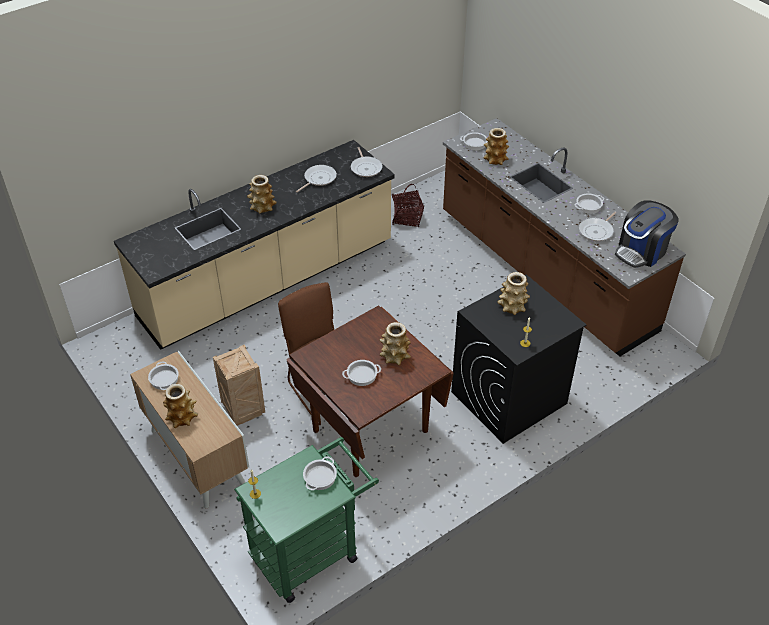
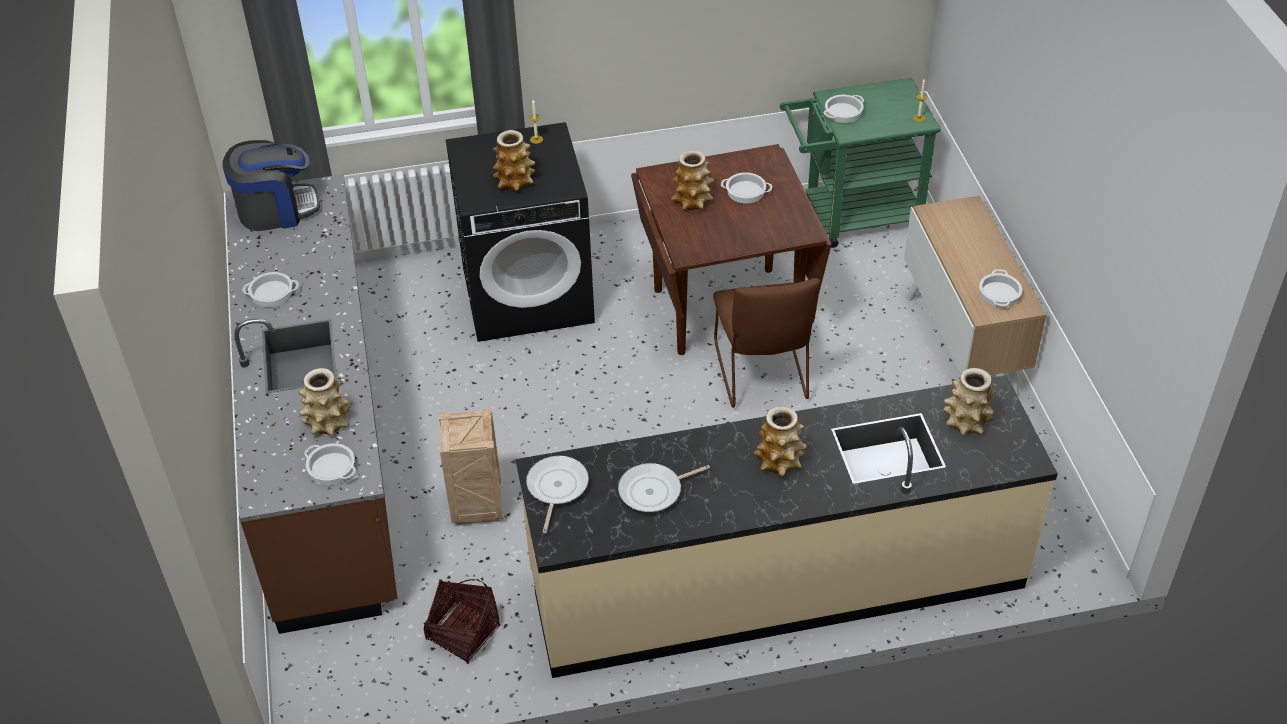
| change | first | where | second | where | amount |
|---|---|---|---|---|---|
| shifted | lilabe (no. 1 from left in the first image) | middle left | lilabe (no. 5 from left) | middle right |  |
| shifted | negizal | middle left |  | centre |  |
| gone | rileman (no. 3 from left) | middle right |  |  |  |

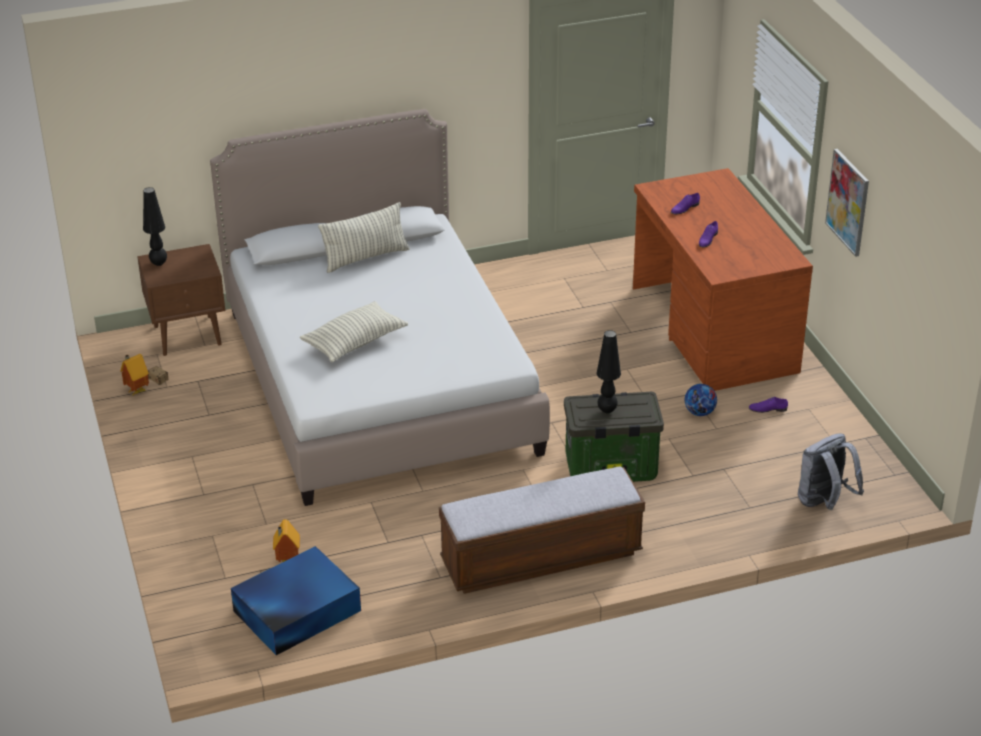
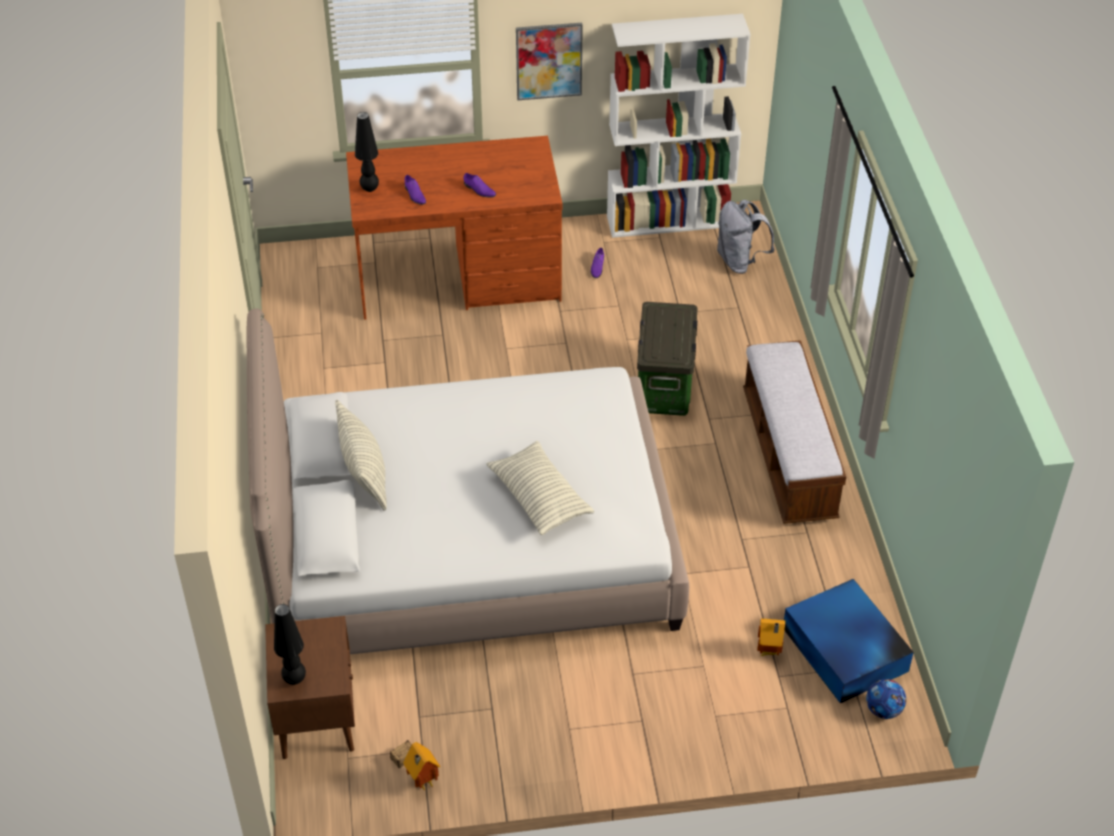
| change | first | where | second | where | amount |
|---|---|---|---|---|---|
| shifted | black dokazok (no. 2 from left) | centre |  | top left |  |
| shifted | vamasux | middle right |  | bottom right |  |
| new |  |  | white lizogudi | top centre |  |

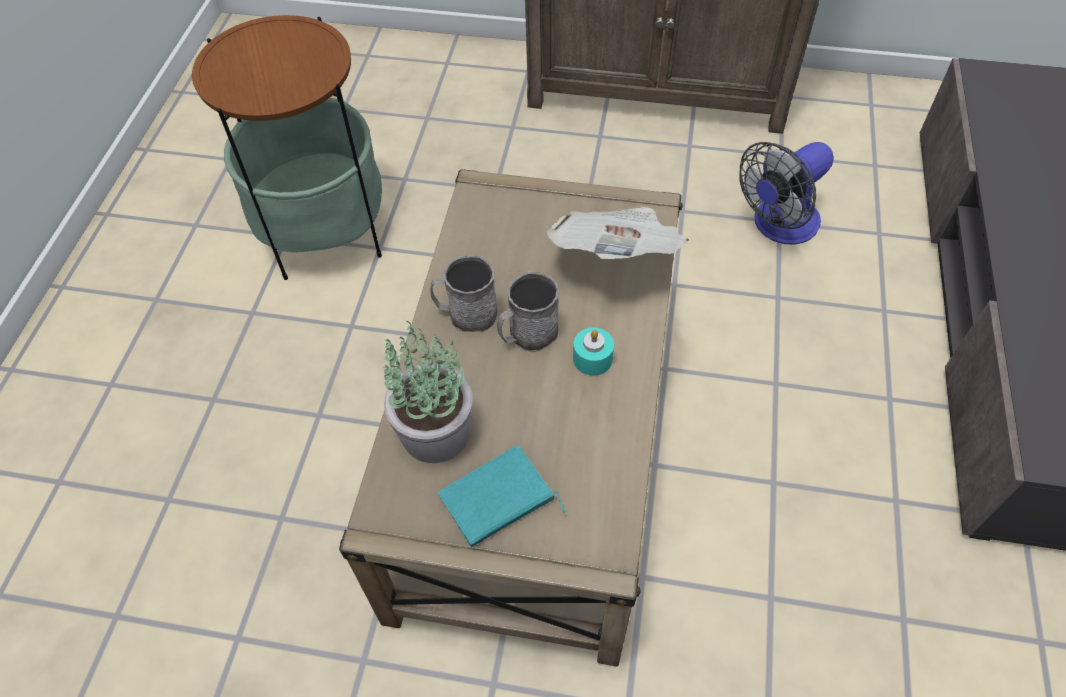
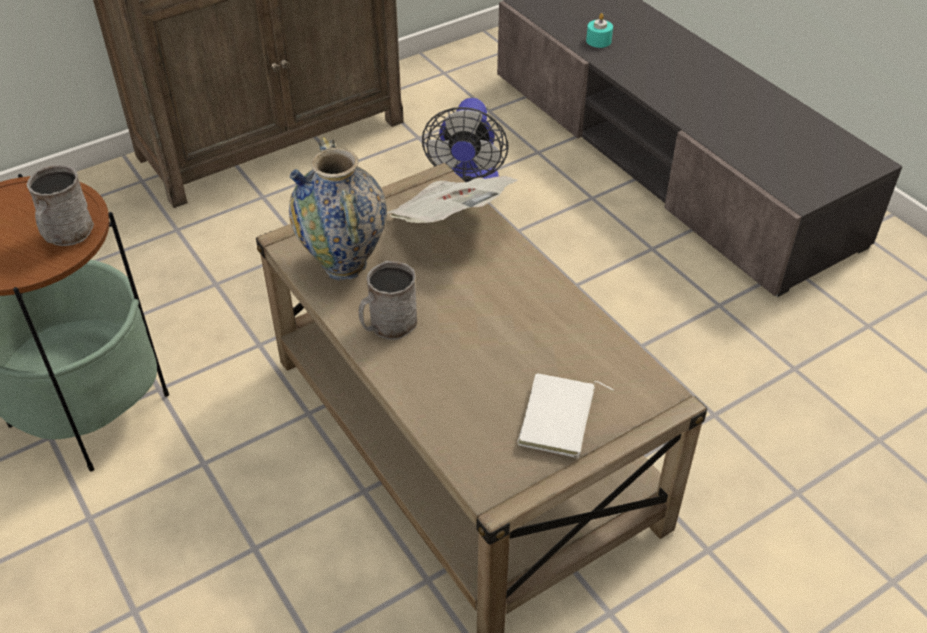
| change | first | where | second | where | amount |
|---|---|---|---|---|---|
| gone | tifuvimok | centre |  |  |  |
| repainted | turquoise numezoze | bottom centre | white numezoze | centre |  |
| shifted | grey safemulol (no. 2 from left in the first image) | centre | grey safemulol (no. 1 from left) | top left |  |
| shifted | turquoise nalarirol | centre |  | top centre |  |
| new |  |  | lilabe | top centre |  |

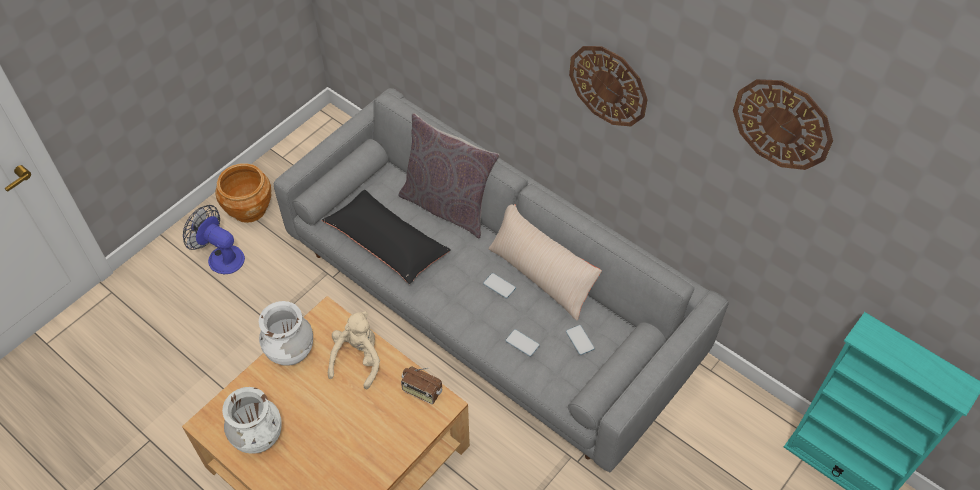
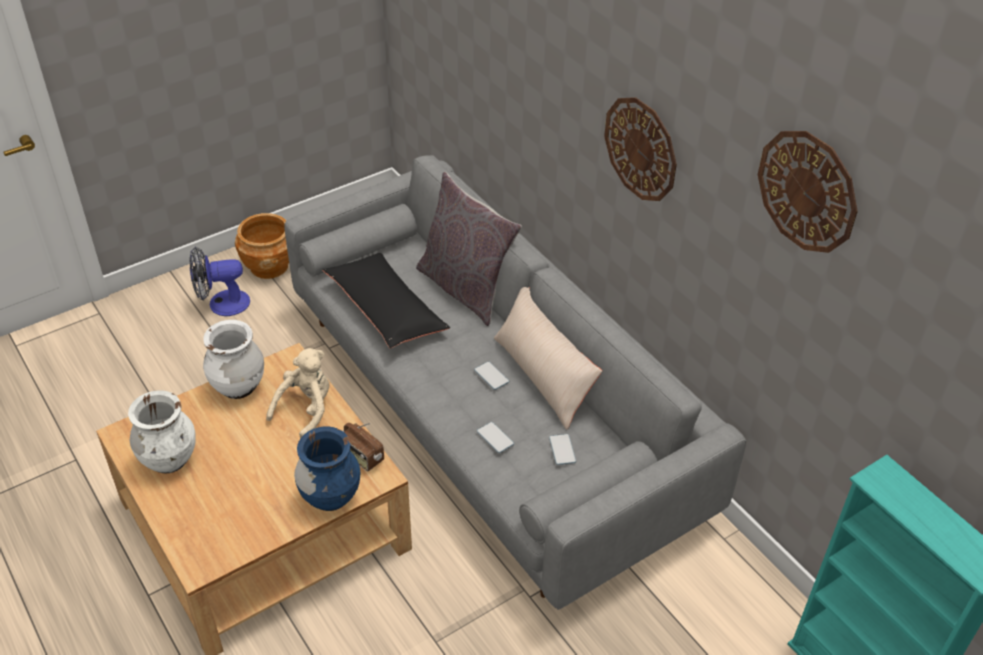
| change | first | where | second | where | amount |
|---|---|---|---|---|---|
| rotated | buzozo | middle left |  | middle left | 60 degrees counterclockwise |
| new |  |  | blue lilabe | bottom left |  |

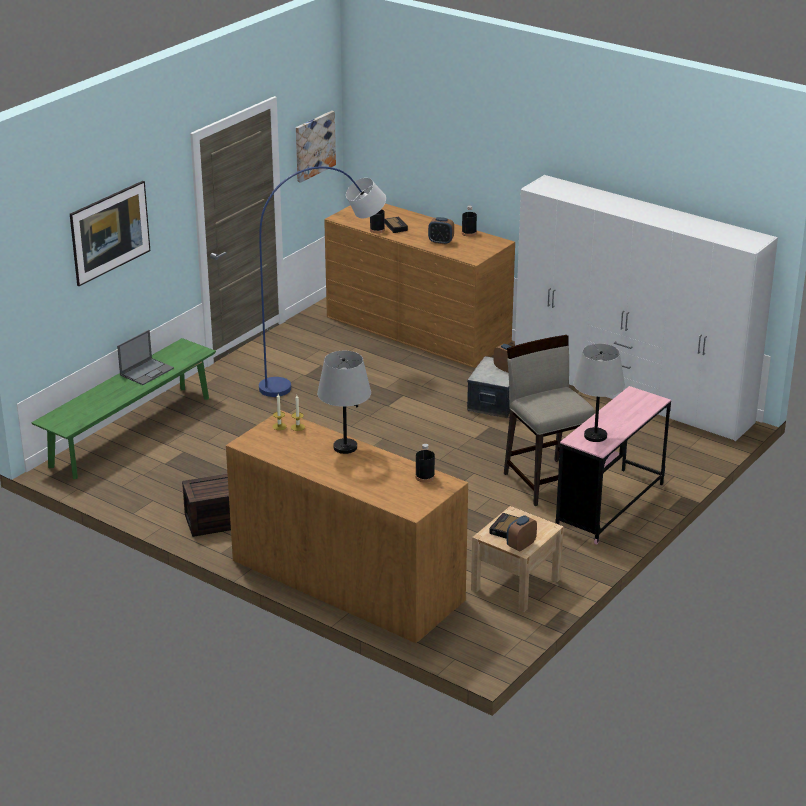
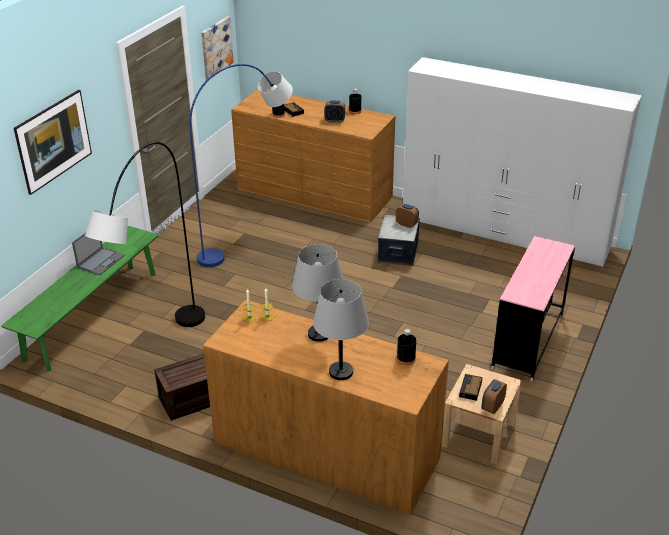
| change | first | where | second | where | amount |
|---|---|---|---|---|---|
| gone | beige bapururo | middle right |  |  |  |
| shifted | grey dokazok (no. 2 from left) | middle right |  | centre |  |
| new |  |  | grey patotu | middle left |  |

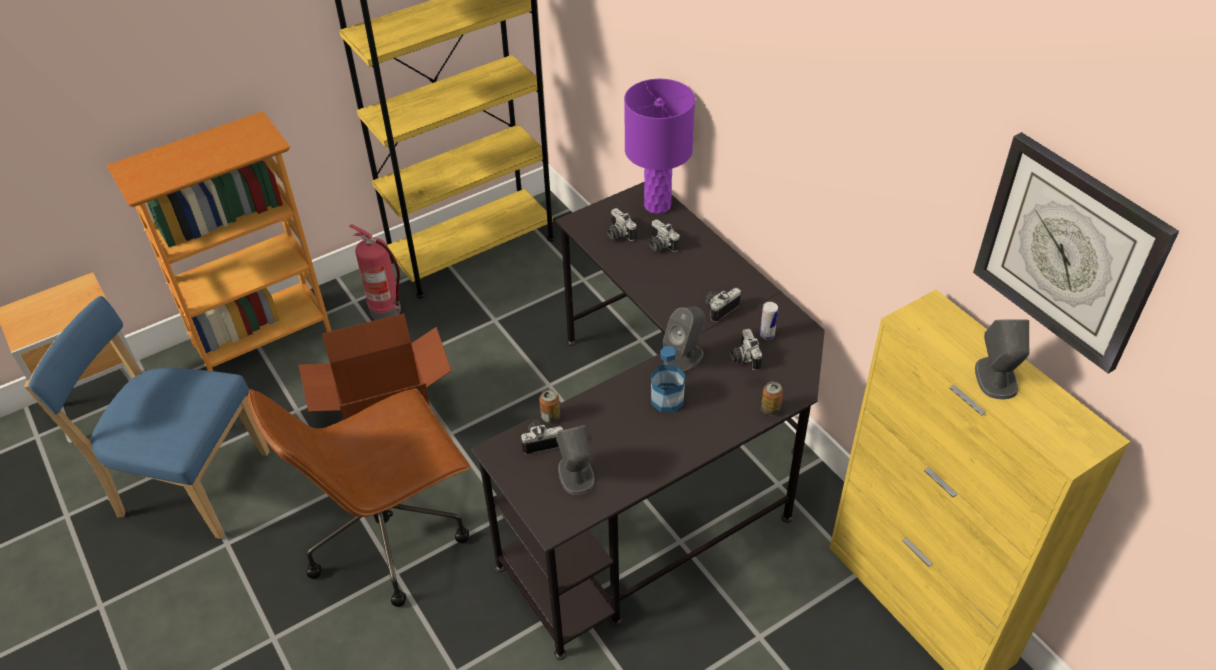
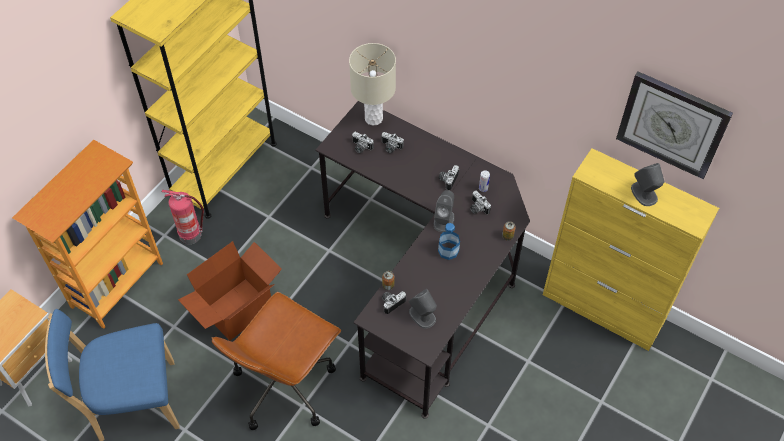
| change | first | where | second | where | amount |
|---|---|---|---|---|---|
| repainted | purple dokazok | top centre | beige dokazok | top centre |  |

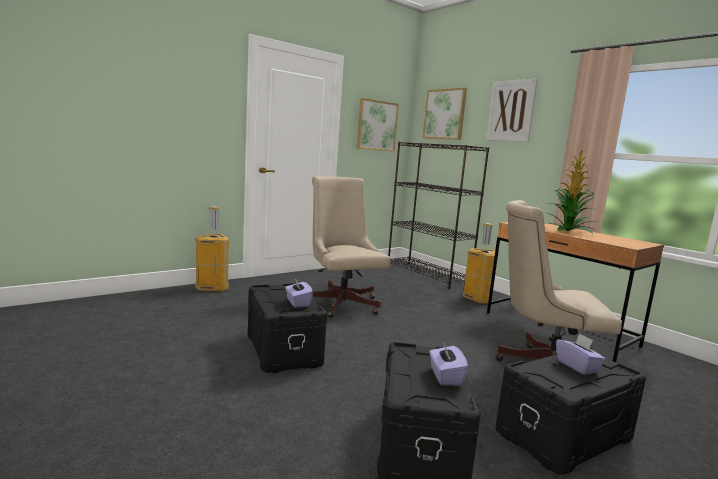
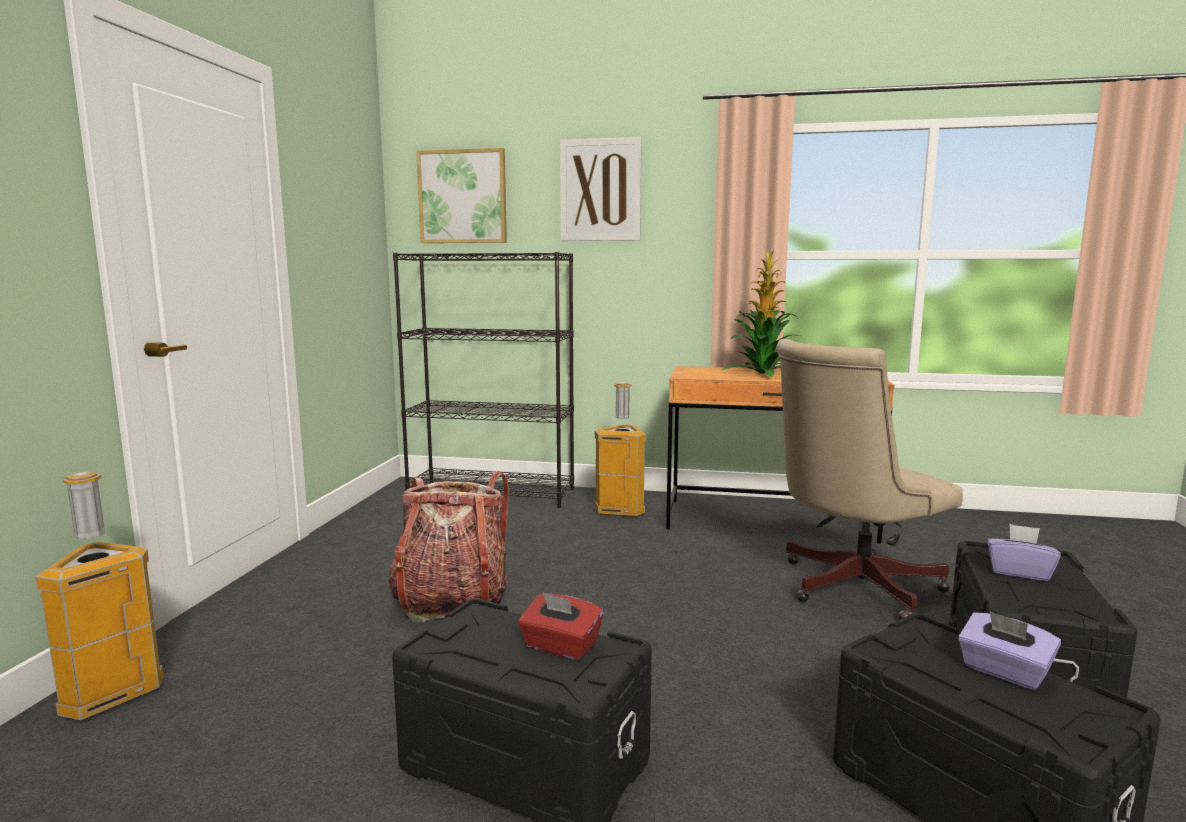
| change | first | where | second | where | amount |
|---|---|---|---|---|---|
| repainted | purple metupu (no. 1 from left) | centre | red metupu | bottom centre |  |
| swapped | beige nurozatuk (no. 1 from left) | centre | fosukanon | centre |  |
| gone | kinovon (no. 1 from left) | top centre |  |  |  |

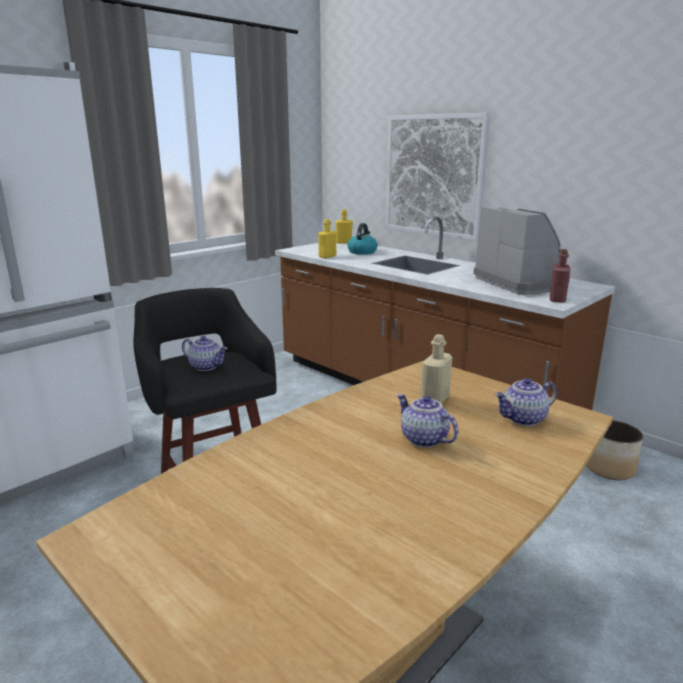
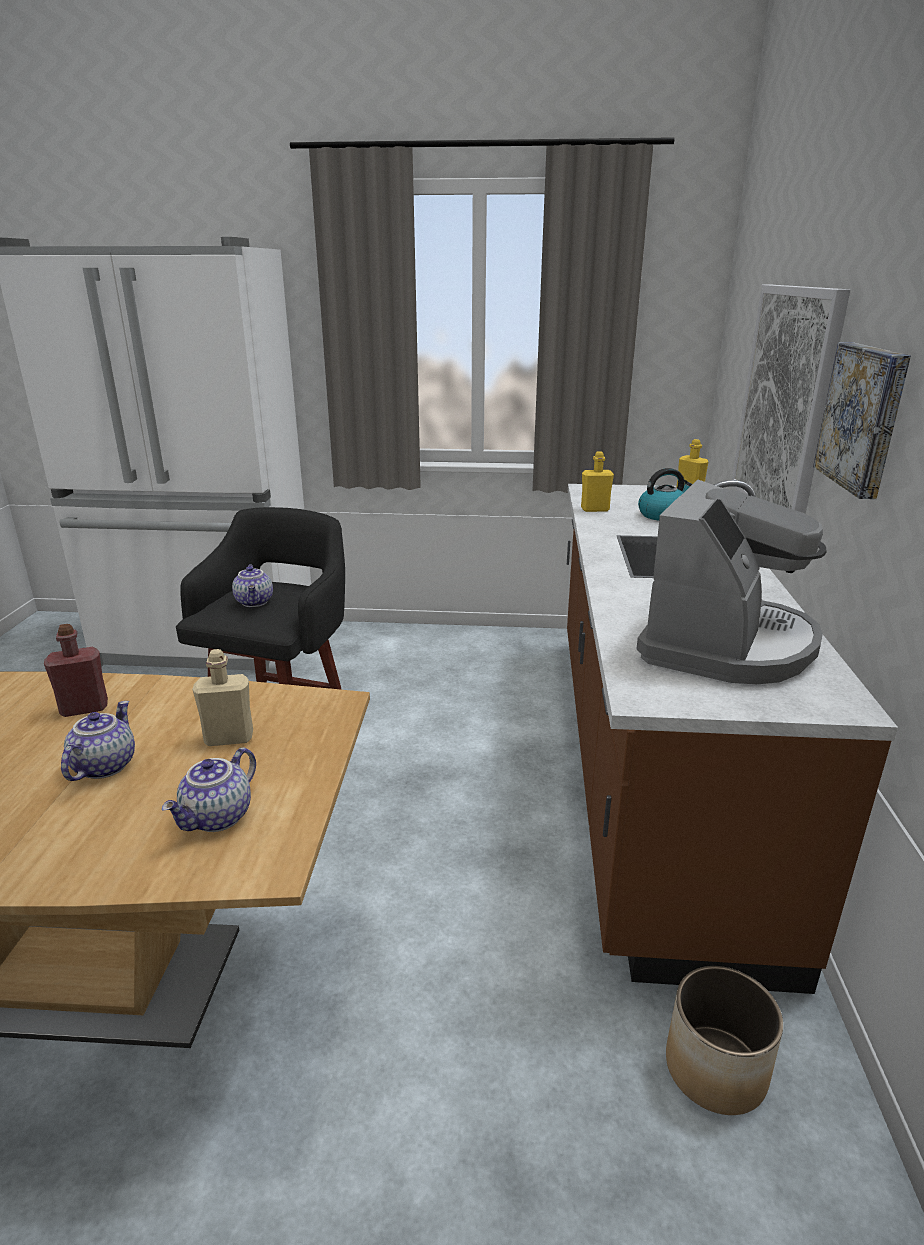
| change | first | where | second | where | amount |
|---|---|---|---|---|---|
| rotated | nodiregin (no. 3 from left in the first image) | middle right | nodiregin (no. 2 from left) | middle left | 90 degrees counterclockwise |
| shifted | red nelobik | middle right |  | middle left |  |
| new |  |  | kinovon (no. 2 from left) | middle right |  |

